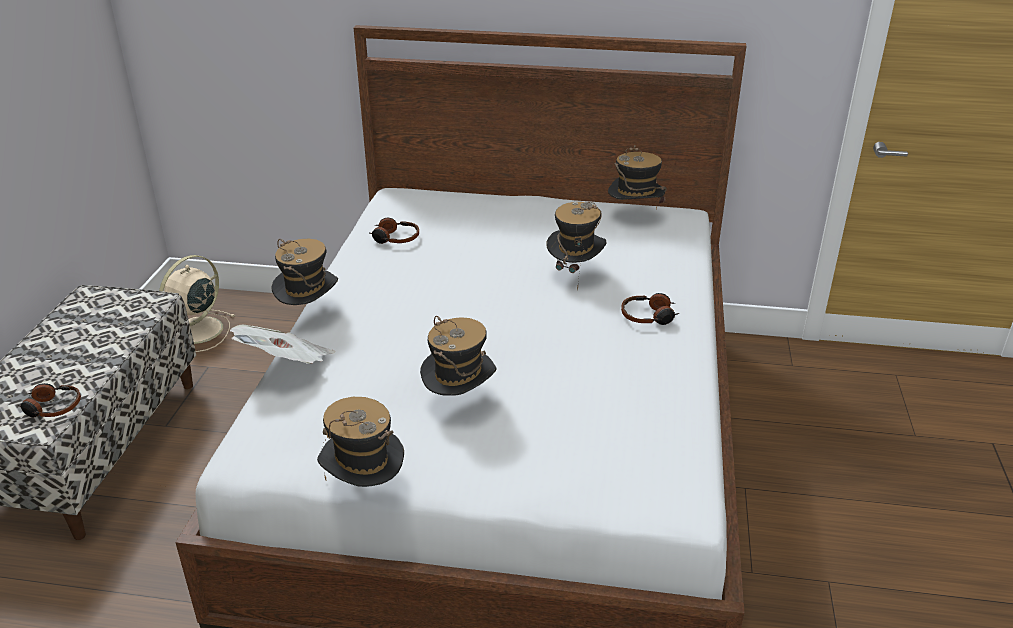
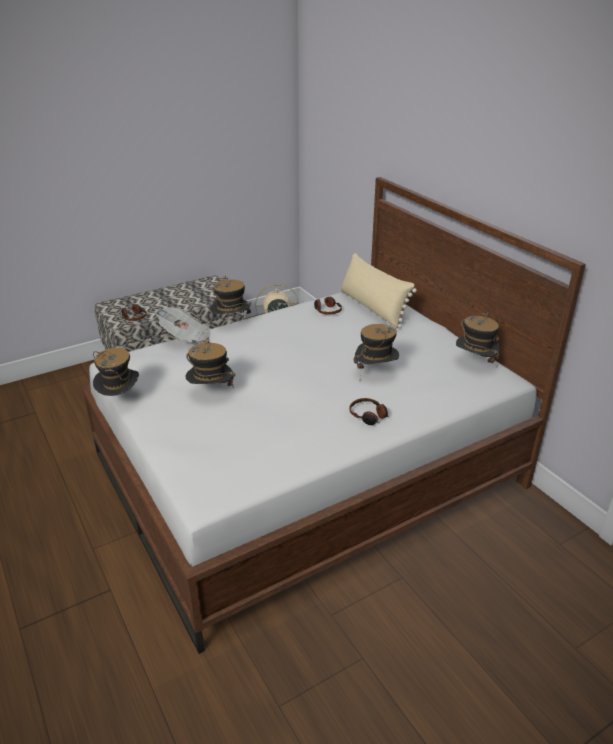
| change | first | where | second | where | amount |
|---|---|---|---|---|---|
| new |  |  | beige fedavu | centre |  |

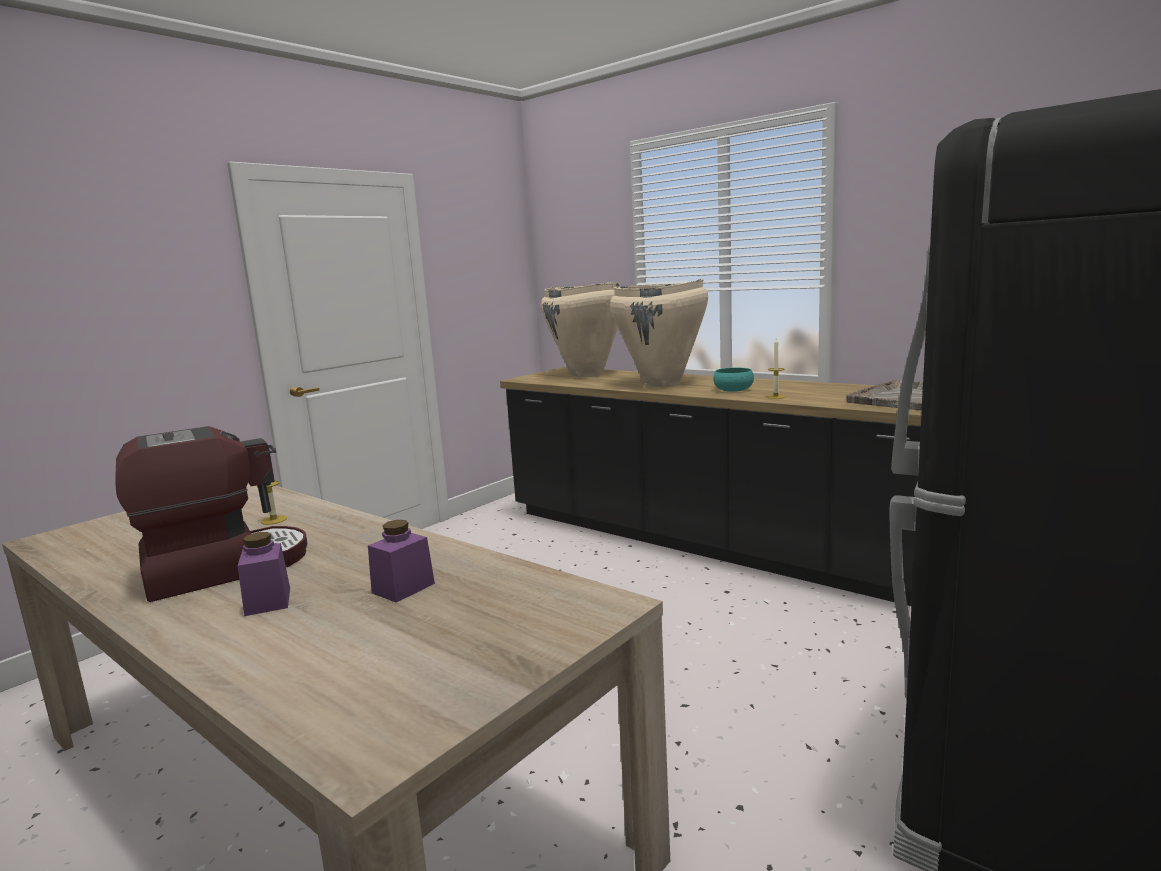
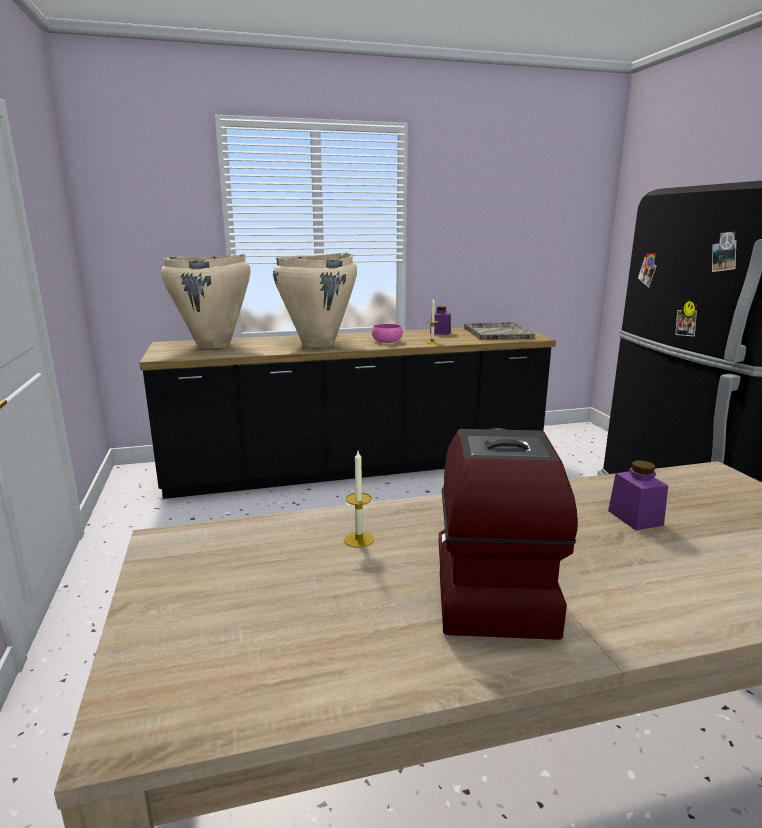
| change | first | where | second | where | amount |
|---|---|---|---|---|---|
| shifted | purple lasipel (no. 1 from left) | middle left |  | centre |  |
| repainted | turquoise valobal | centre | pink valobal | centre |  |

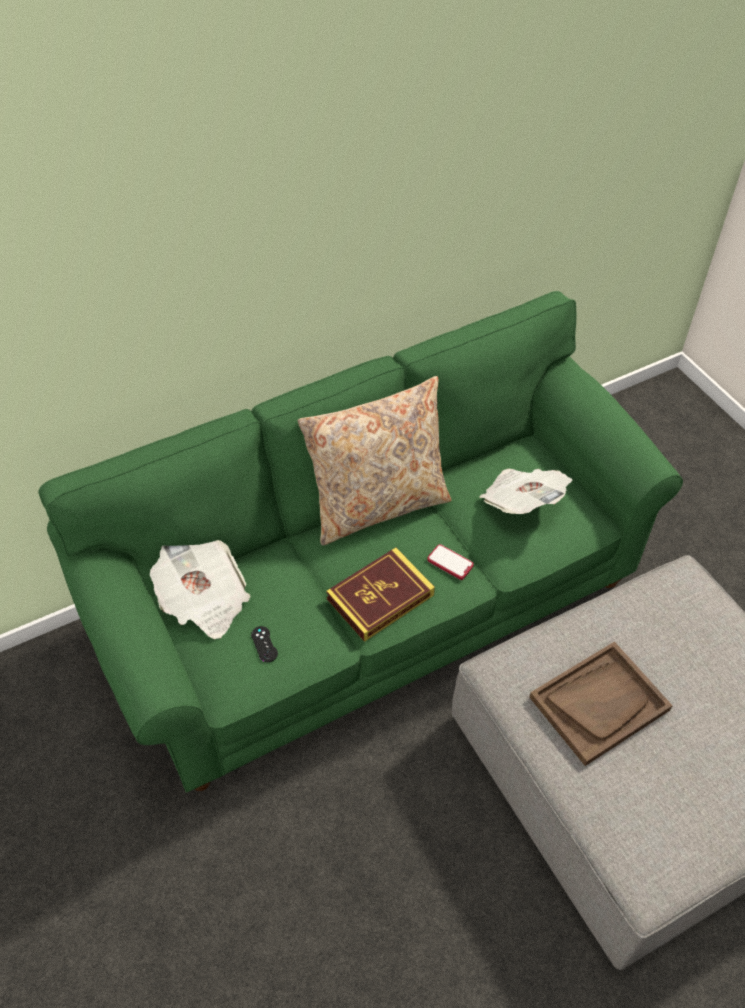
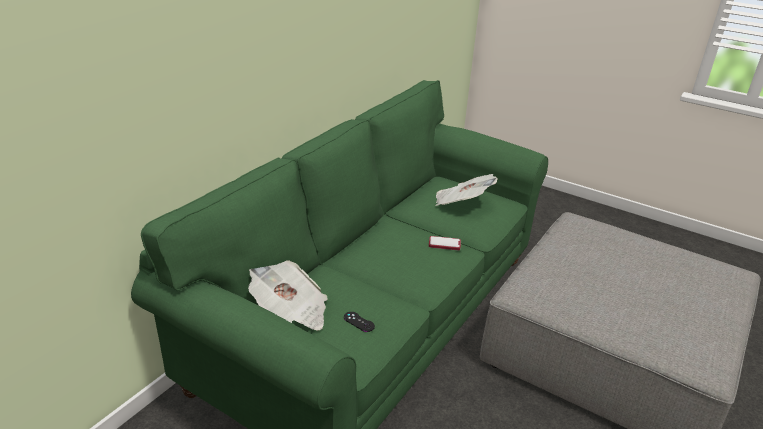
| change | first | where | second | where | amount |
|---|---|---|---|---|---|
| gone | beige fedavu | centre |  |  |  |
| gone | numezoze | centre |  |  |  |
| gone | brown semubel | bottom right |  |  |  |

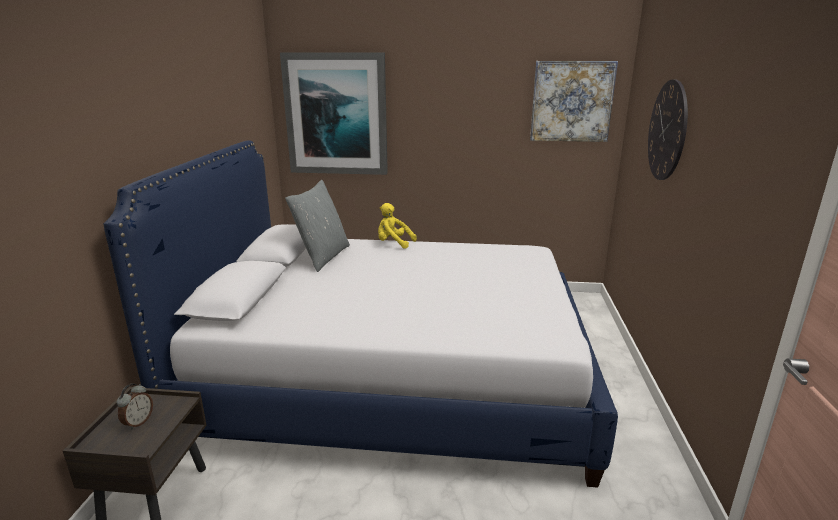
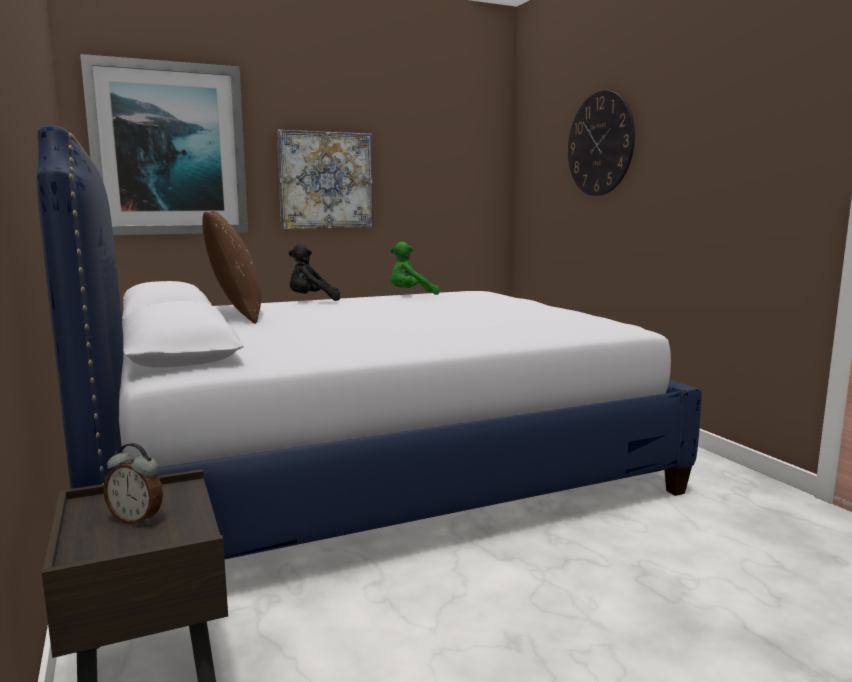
| change | first | where | second | where | amount |
|---|---|---|---|---|---|
| rotated | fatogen | bottom left |  | bottom left | 120 degrees clockwise |
| repainted | grey fedavu | centre | brown fedavu | middle left |  |
| repainted | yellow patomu | centre | black patomu | centre |  |
| shifted | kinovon (no. 2 from left) | top right |  | top centre |  |
| new |  |  | green patomu | centre |  |

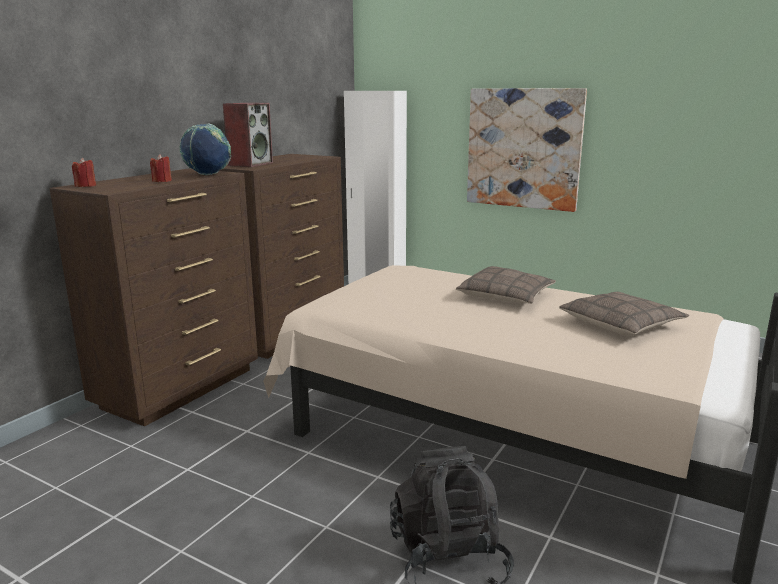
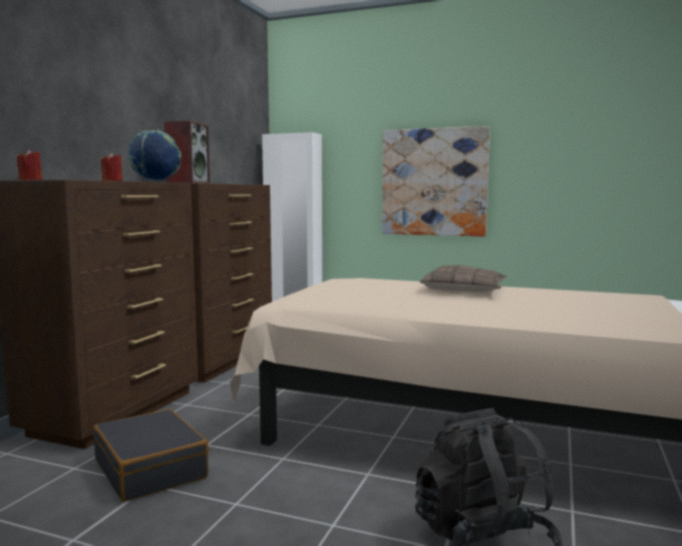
| change | first | where | second | where | amount |
|---|---|---|---|---|---|
| gone | fedavu (no. 2 from left) | middle right |  |  |  |
| new |  |  | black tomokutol | bottom left |  |

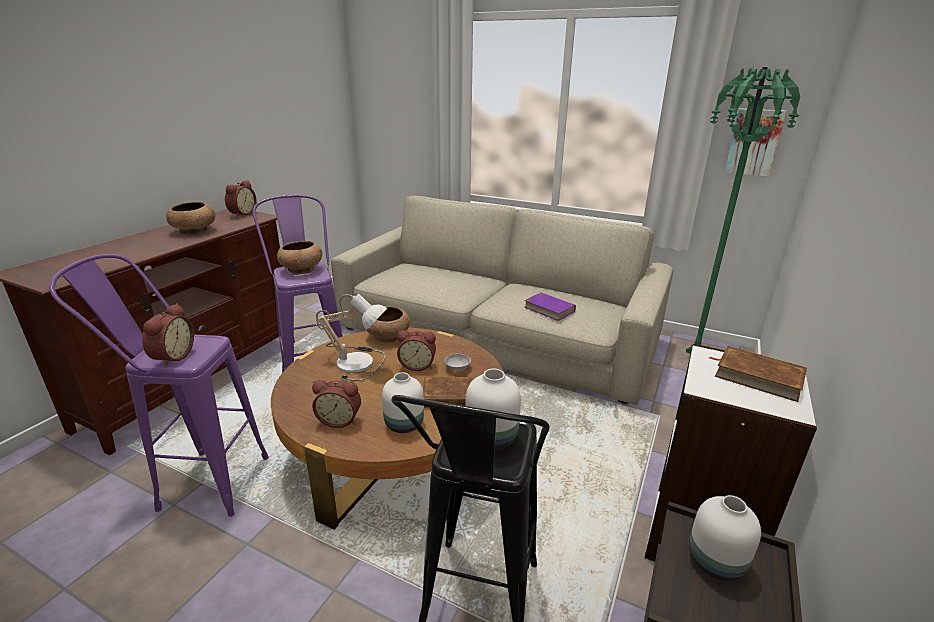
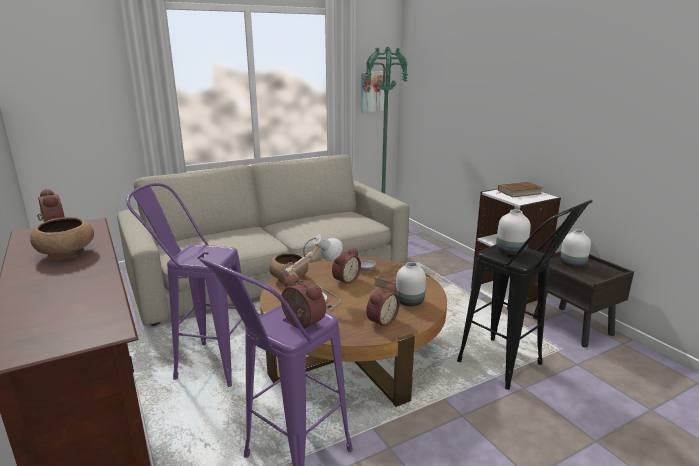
| change | first | where | second | where | amount |
|---|---|---|---|---|---|
| gone | brown valobal (no. 2 from left) | middle left |  |  |  |
| gone | purple numezoze | centre |  |  |  |

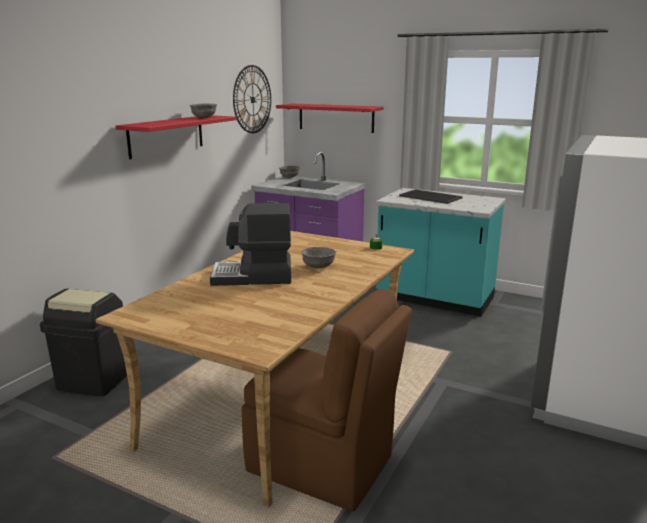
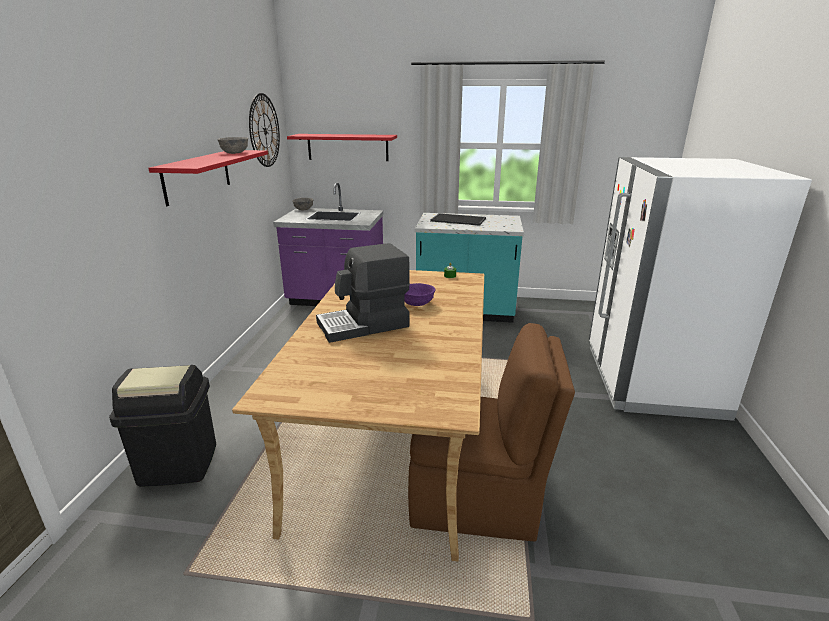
| change | first | where | second | where | amount |
|---|---|---|---|---|---|
| repainted | grey valobal (no. 3 from left) | centre | purple valobal | centre |  |

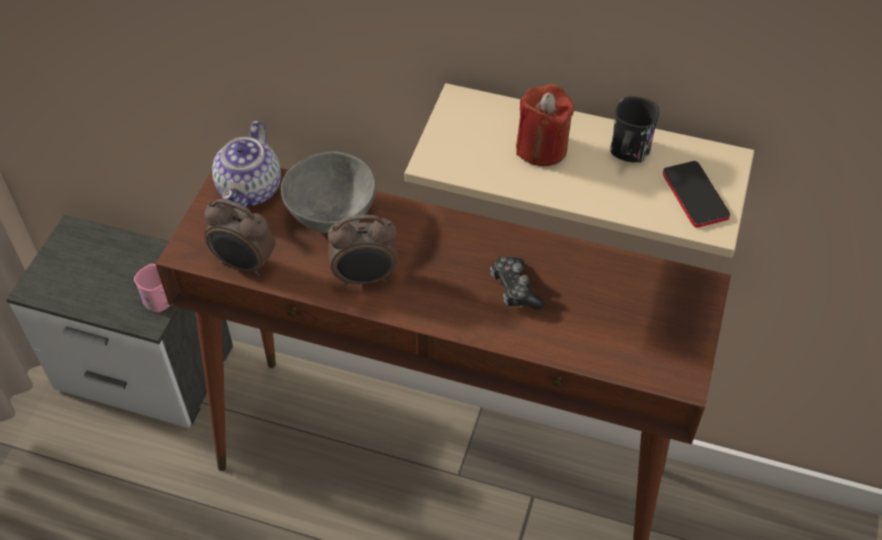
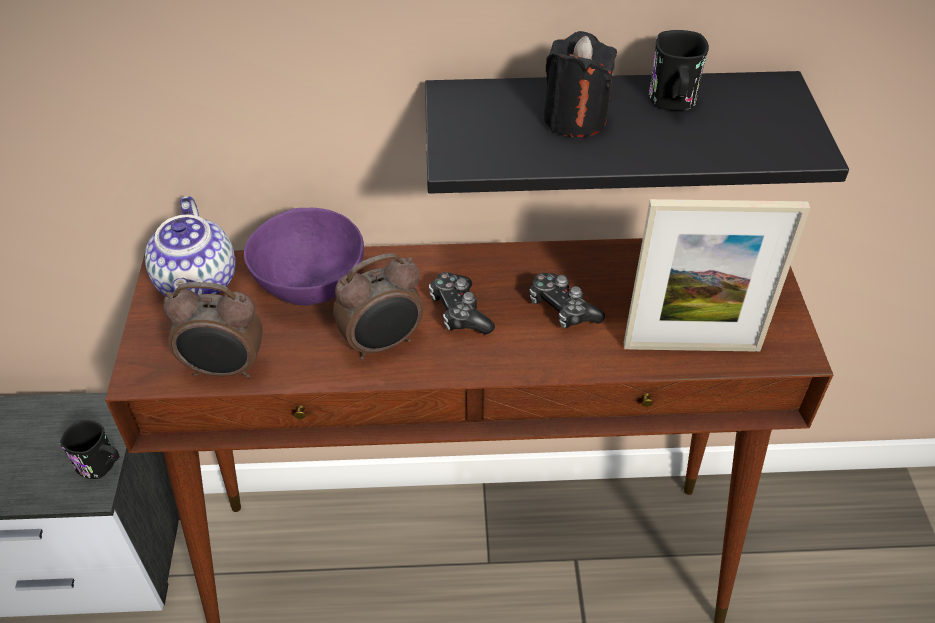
| change | first | where | second | where | amount |
|---|---|---|---|---|---|
| repainted | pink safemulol | middle left | black safemulol (no. 1 from left) | bottom left |  |
| repainted | grey valobal | centre | purple valobal | middle left |  |
| repainted | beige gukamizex | top centre | black gukamizex | top right |  |
| repainted | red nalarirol | top centre | black nalarirol | top centre |  |
| gone | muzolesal | middle right |  |  |  |
| new |  |  | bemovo (no. 1 from left) | centre |  |
| new |  |  | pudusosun | middle right |  |

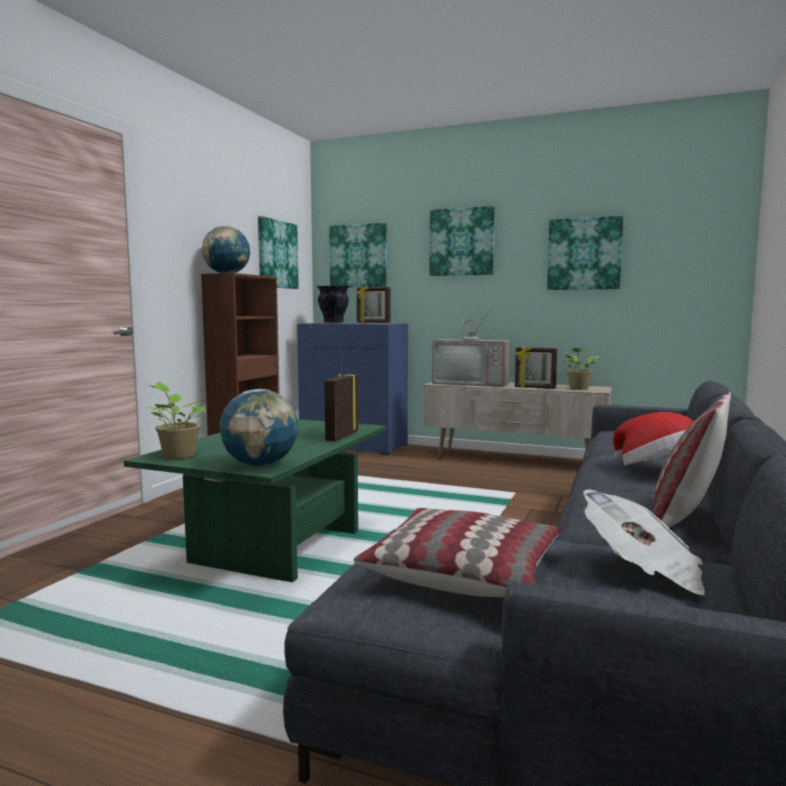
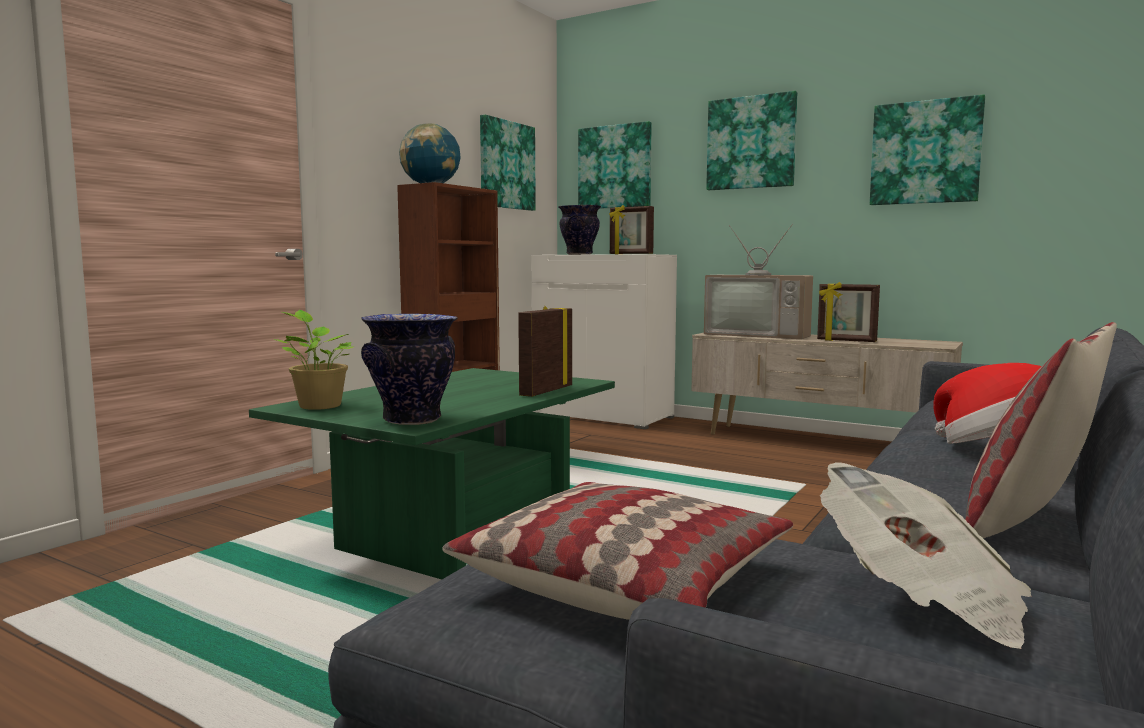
| change | first | where | second | where | amount |
|---|---|---|---|---|---|
| swapped | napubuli (no. 2 from left) | middle left | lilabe (no. 1 from left) | centre |  |
| repainted | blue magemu | centre | white magemu | centre |  |
| gone | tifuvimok (no. 2 from left) | middle right |  |  |  |

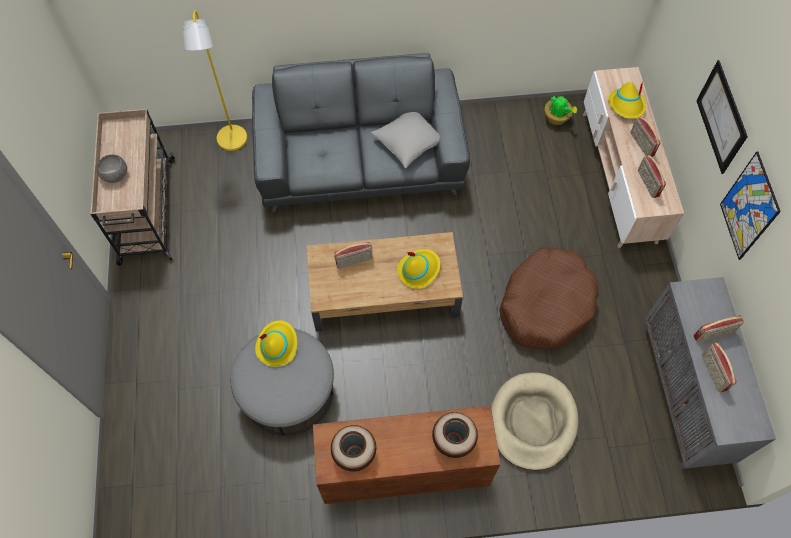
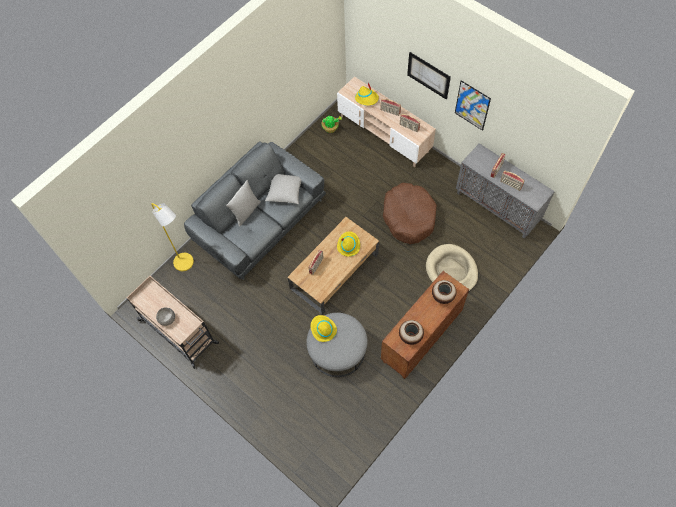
| change | first | where | second | where | amount |
|---|---|---|---|---|---|
| new |  |  | grey fedavu (no. 1 from left) | centre |  |

